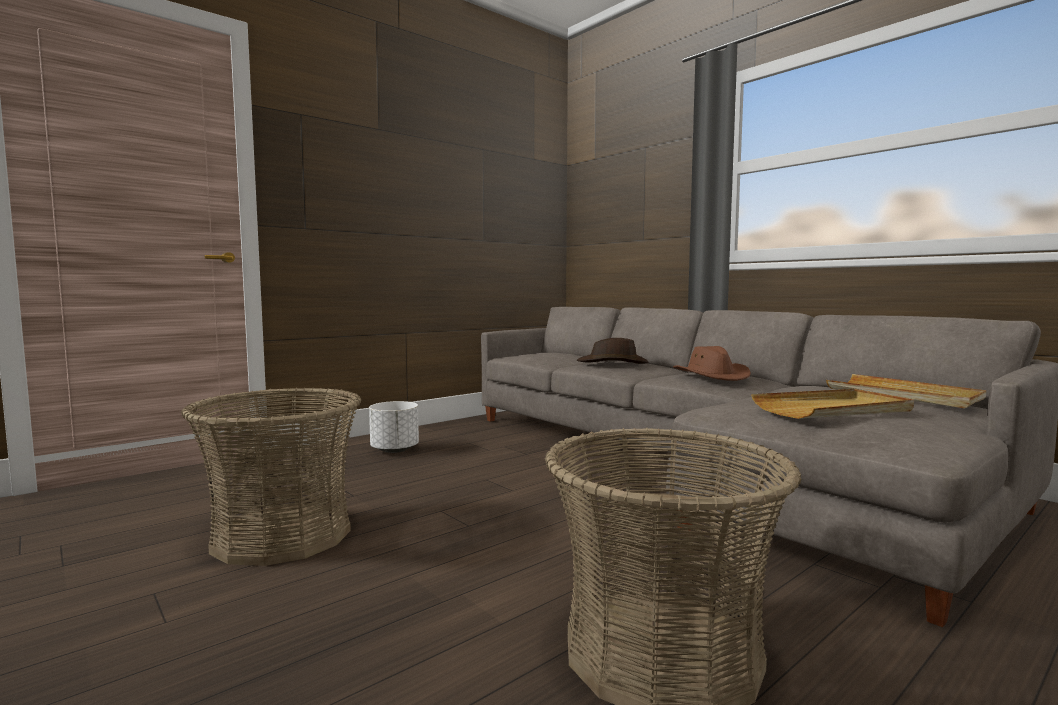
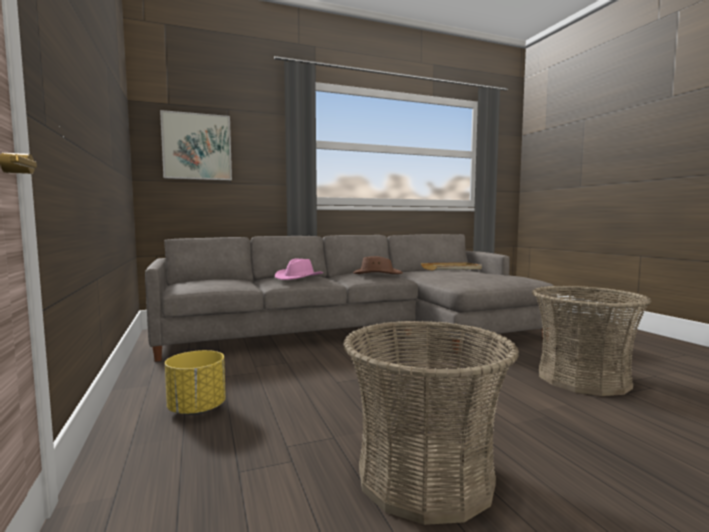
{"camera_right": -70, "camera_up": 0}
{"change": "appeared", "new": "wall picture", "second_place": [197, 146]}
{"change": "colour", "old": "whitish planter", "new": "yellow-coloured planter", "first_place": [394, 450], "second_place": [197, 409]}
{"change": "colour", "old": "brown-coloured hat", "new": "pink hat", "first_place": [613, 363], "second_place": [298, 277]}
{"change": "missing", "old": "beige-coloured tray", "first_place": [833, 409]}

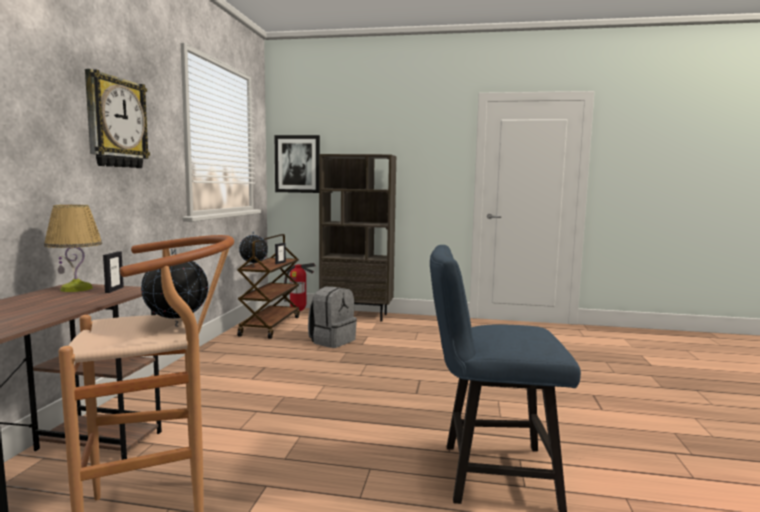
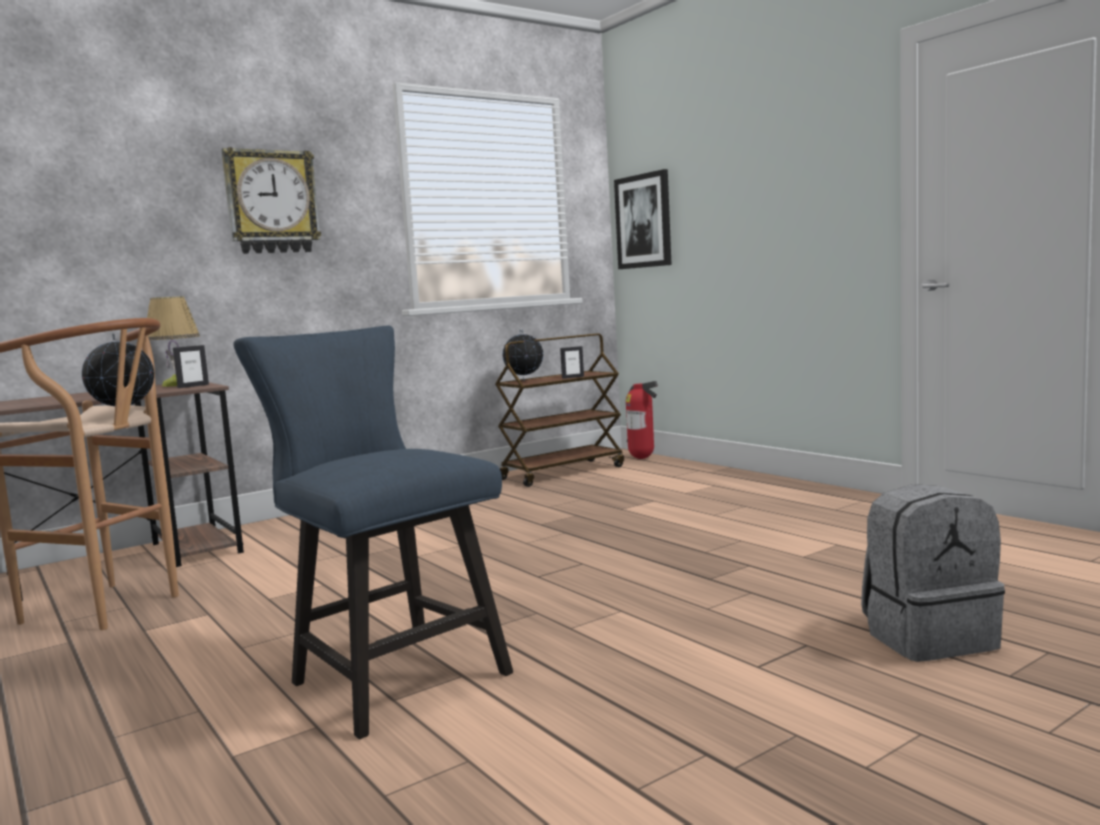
{"camera_right": 45, "camera_up": 0}
{"change": "relocated", "old": "greyish backpack", "first_place": [332, 341], "second_place": [928, 637]}
{"change": "missing", "old": "brown-coloured bookcase", "first_place": [357, 316]}

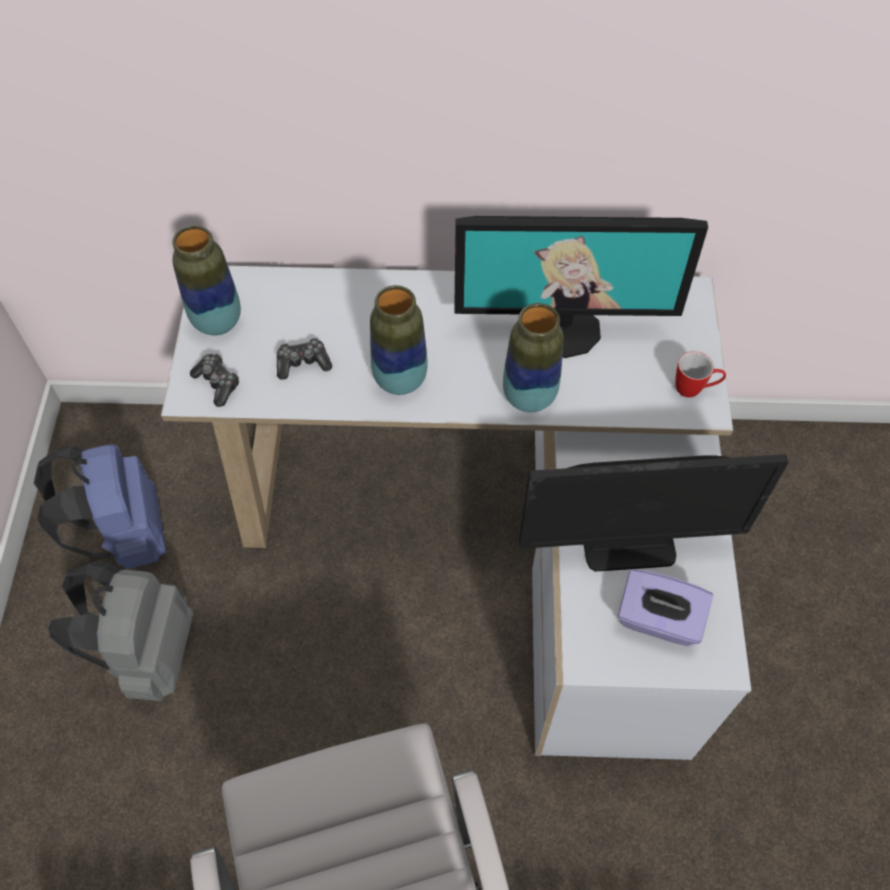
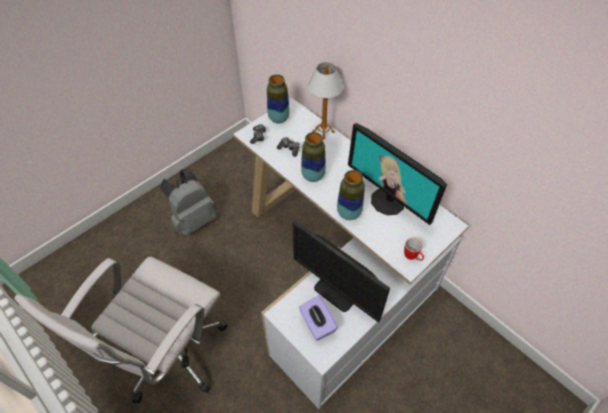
{"camera_right": 45, "camera_up": -5}
{"change": "appeared", "new": "table lamp", "second_place": [323, 132]}
{"change": "missing", "old": "blue backpack", "first_place": [126, 535]}

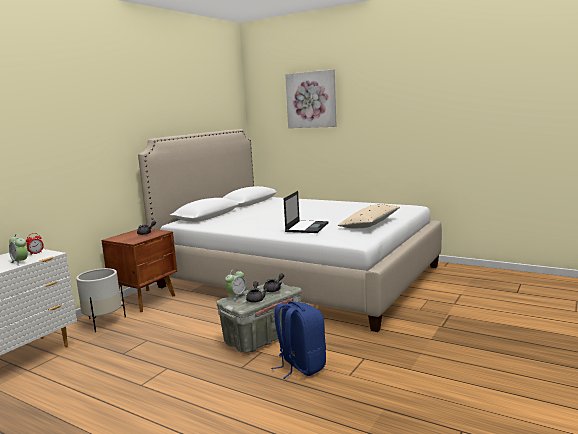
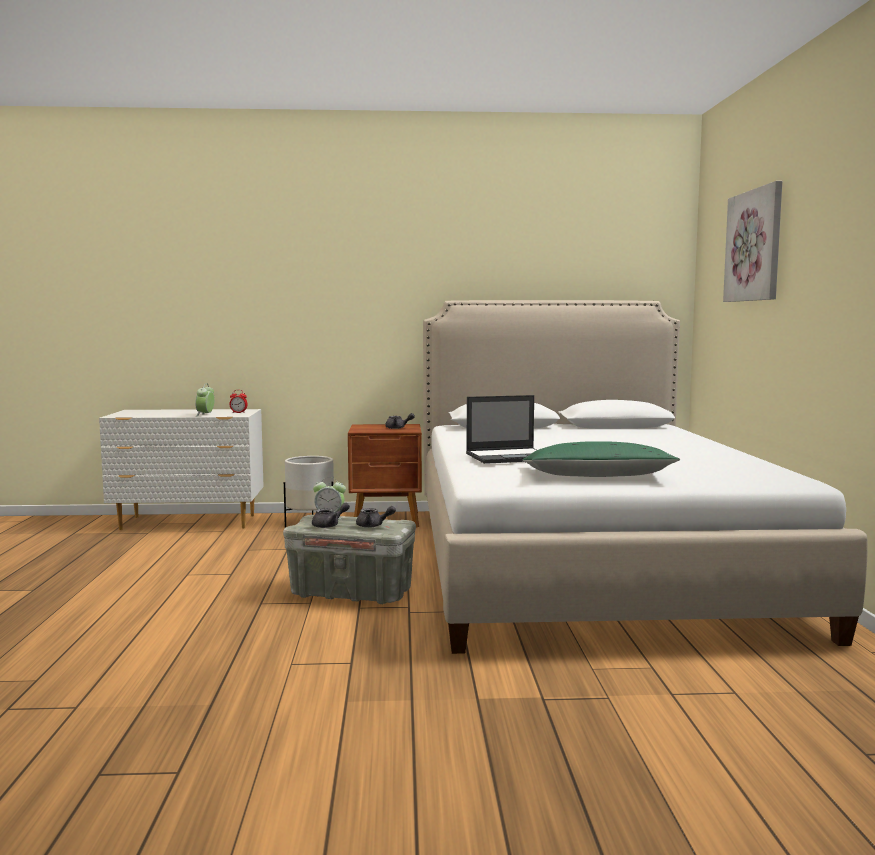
{"camera_right": 55, "camera_up": -5}
{"change": "colour", "old": "beige-coloured pillow", "new": "green pillow", "first_place": [370, 224], "second_place": [597, 477]}
{"change": "missing", "old": "blue backpack", "first_place": [300, 366]}

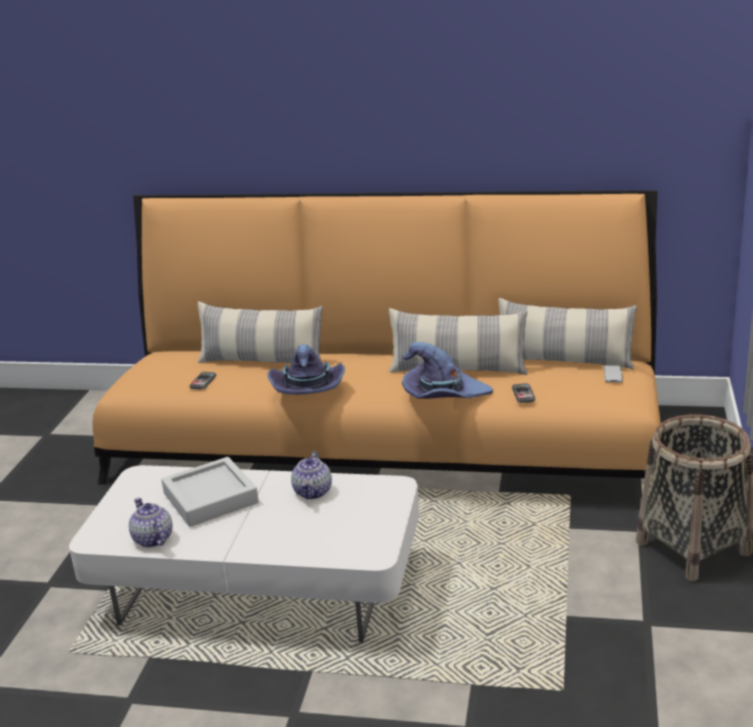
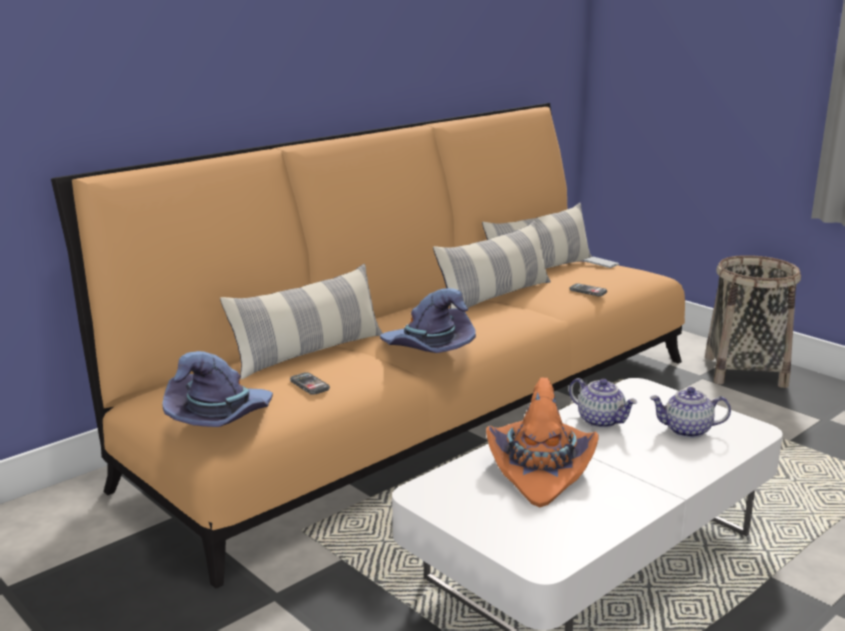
{"camera_right": -55, "camera_up": -5}
{"change": "relocated", "old": "purplish hat", "first_place": [443, 395], "second_place": [220, 418]}
{"change": "exchanged", "old": "greyish tray", "new": "orange-coloured hat", "first_place": [210, 498], "second_place": [540, 469]}
{"change": "relocated", "old": "teapot", "first_place": [152, 539], "second_place": [687, 430]}

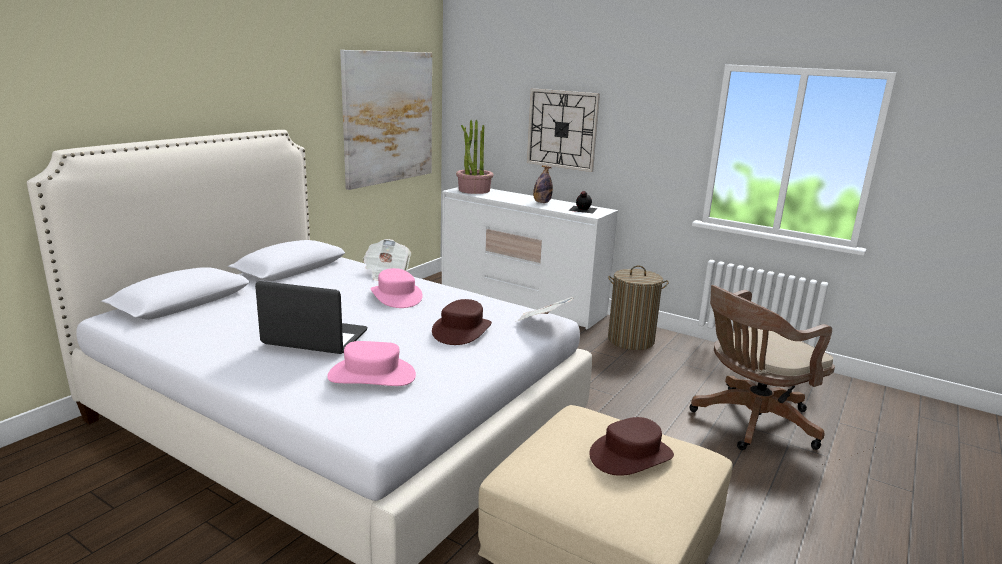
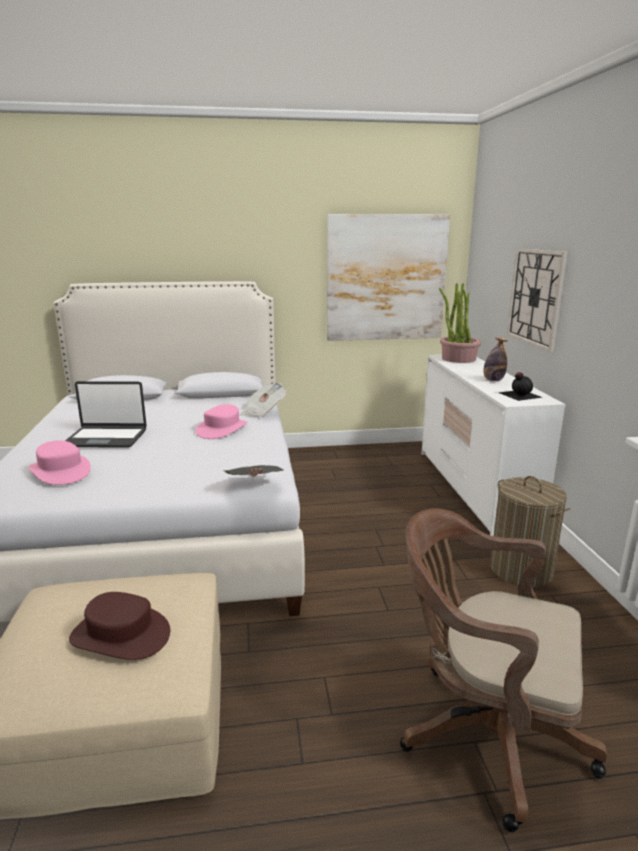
{"camera_right": 50, "camera_up": 0}
{"change": "spun", "old": "laptop", "first_place": [315, 338], "second_place": [106, 438], "degrees": 120}
{"change": "missing", "old": "brown-coloured hat", "first_place": [461, 330]}

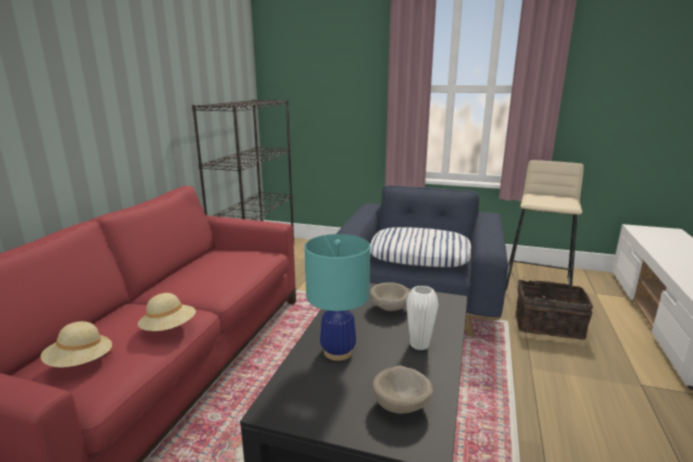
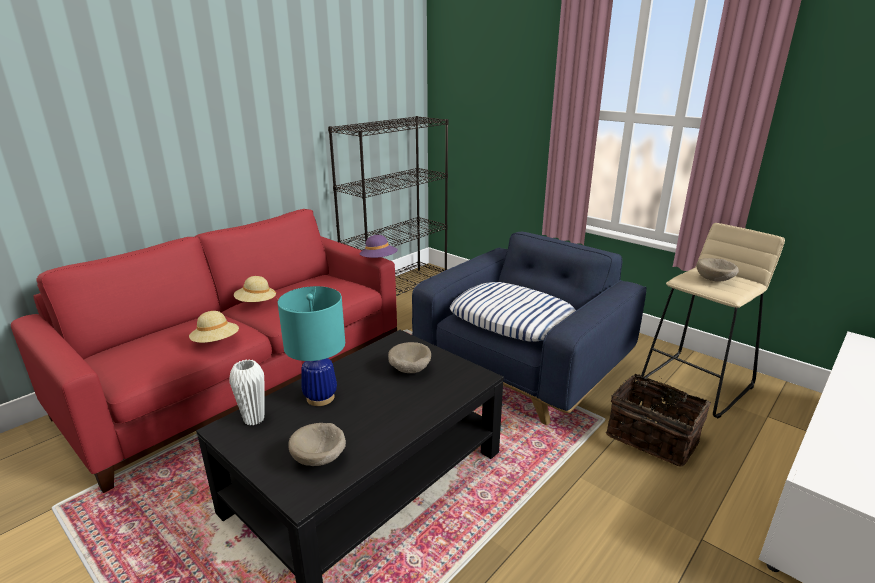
{"camera_right": 25, "camera_up": 5}
{"change": "relocated", "old": "whitish flower vase", "first_place": [419, 345], "second_place": [254, 419]}
{"change": "relocated", "old": "beige-coloured hat", "first_place": [80, 363], "second_place": [256, 303]}
{"change": "appeared", "new": "purplish hat", "second_place": [379, 260]}
{"change": "appeared", "new": "beige-coloured bowl", "second_place": [715, 280]}

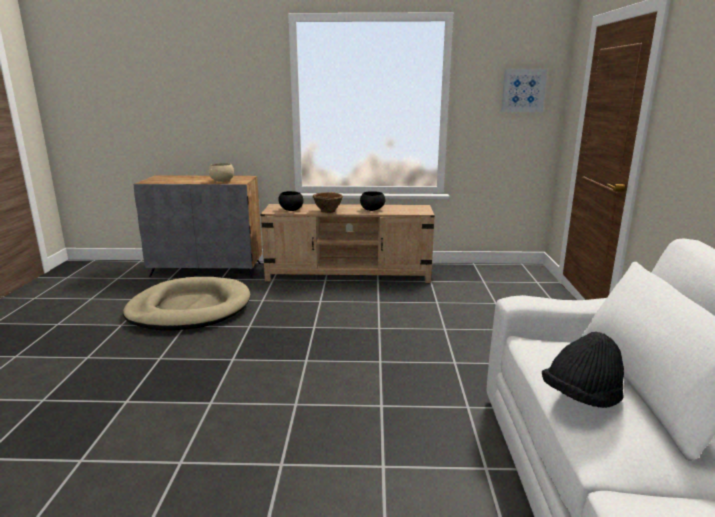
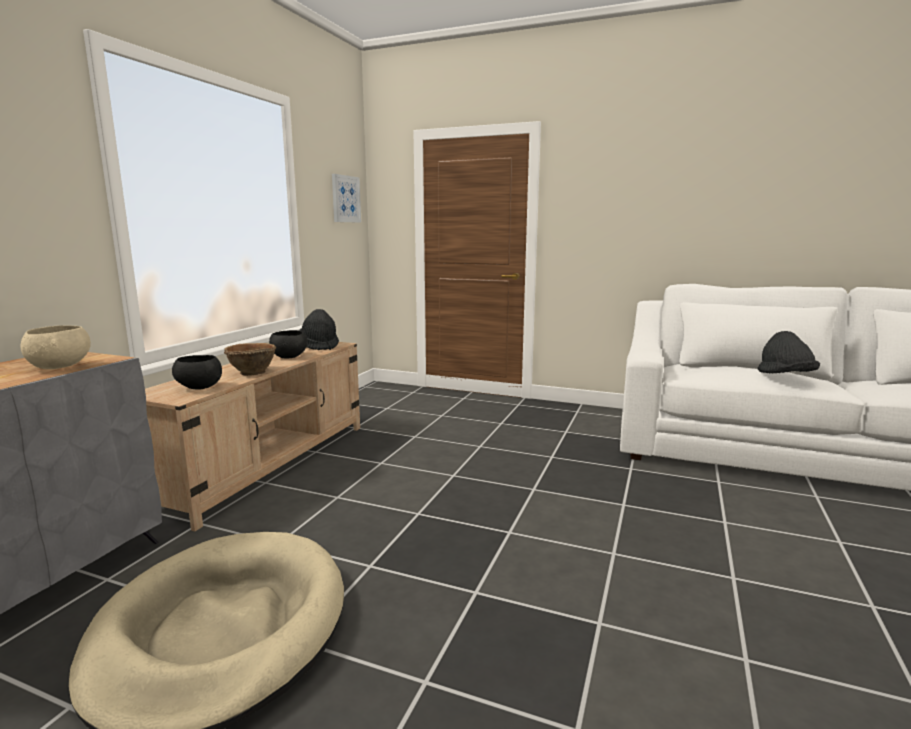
{"camera_right": -70, "camera_up": -5}
{"change": "appeared", "new": "black-coloured hat", "second_place": [319, 346]}

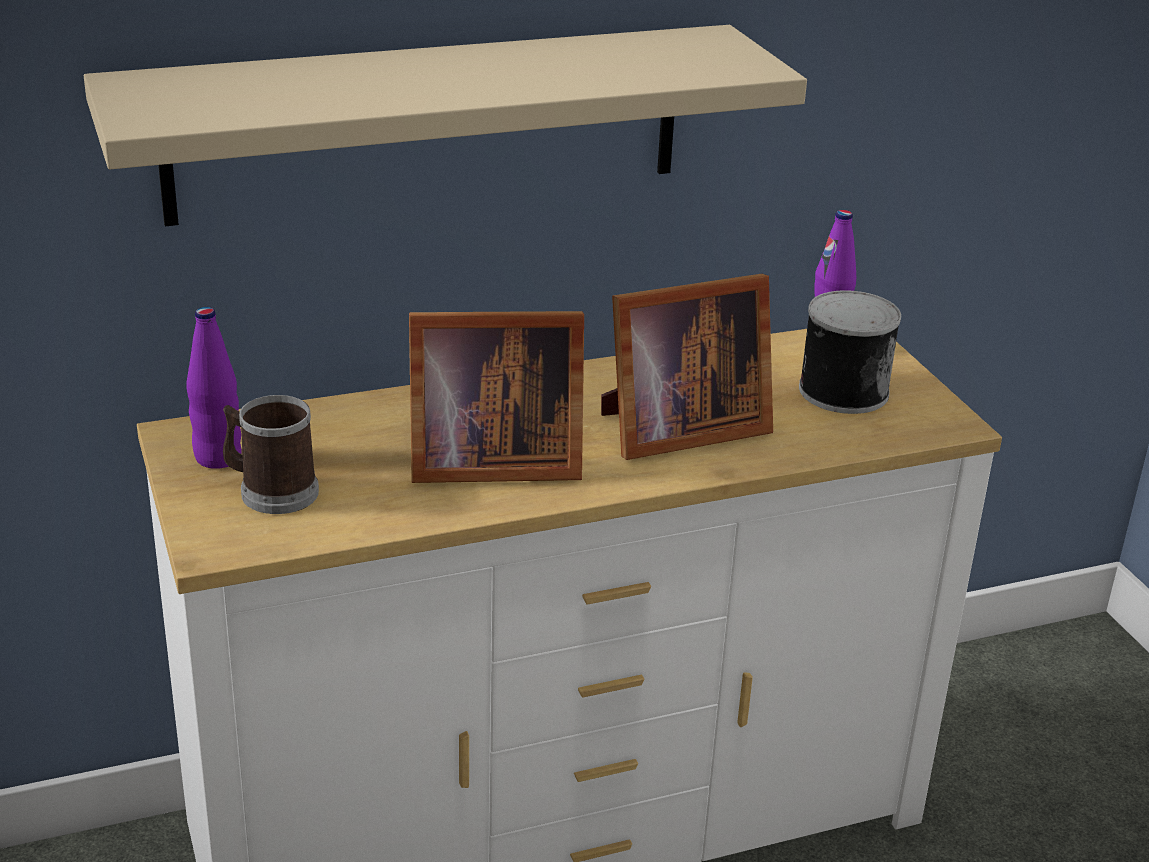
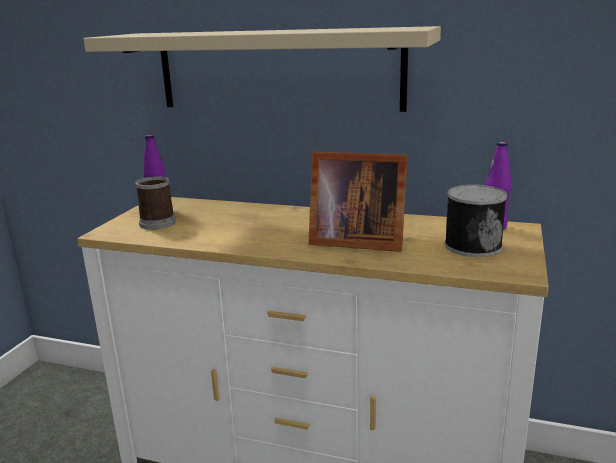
{"camera_right": 40, "camera_up": -10}
{"change": "missing", "old": "picture frame", "first_place": [487, 461]}

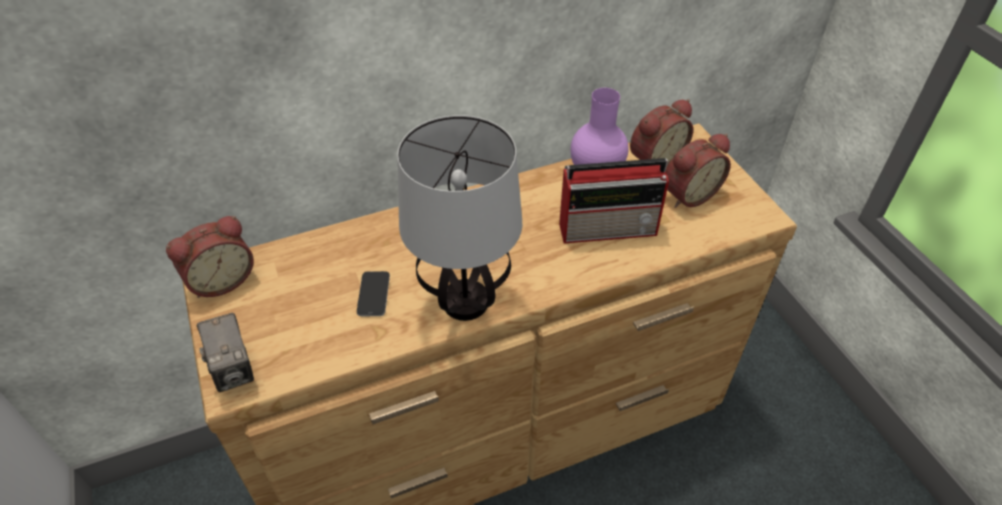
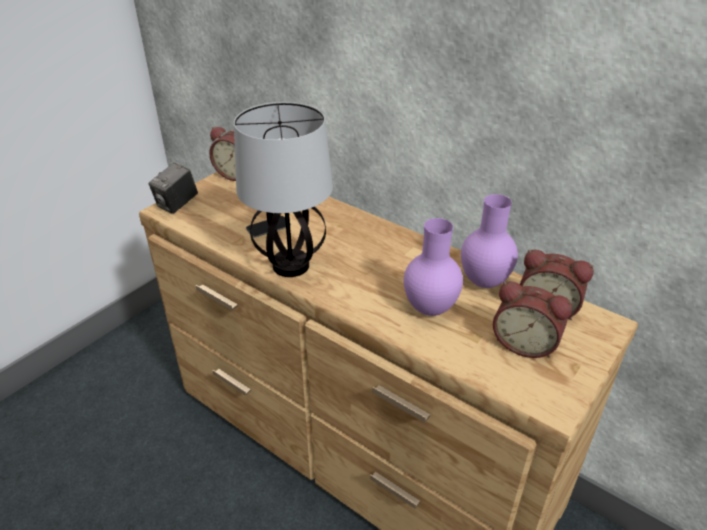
{"camera_right": 60, "camera_up": -10}
{"change": "exchanged", "old": "radio set", "new": "purplish flower vase", "first_place": [609, 228], "second_place": [431, 309]}

